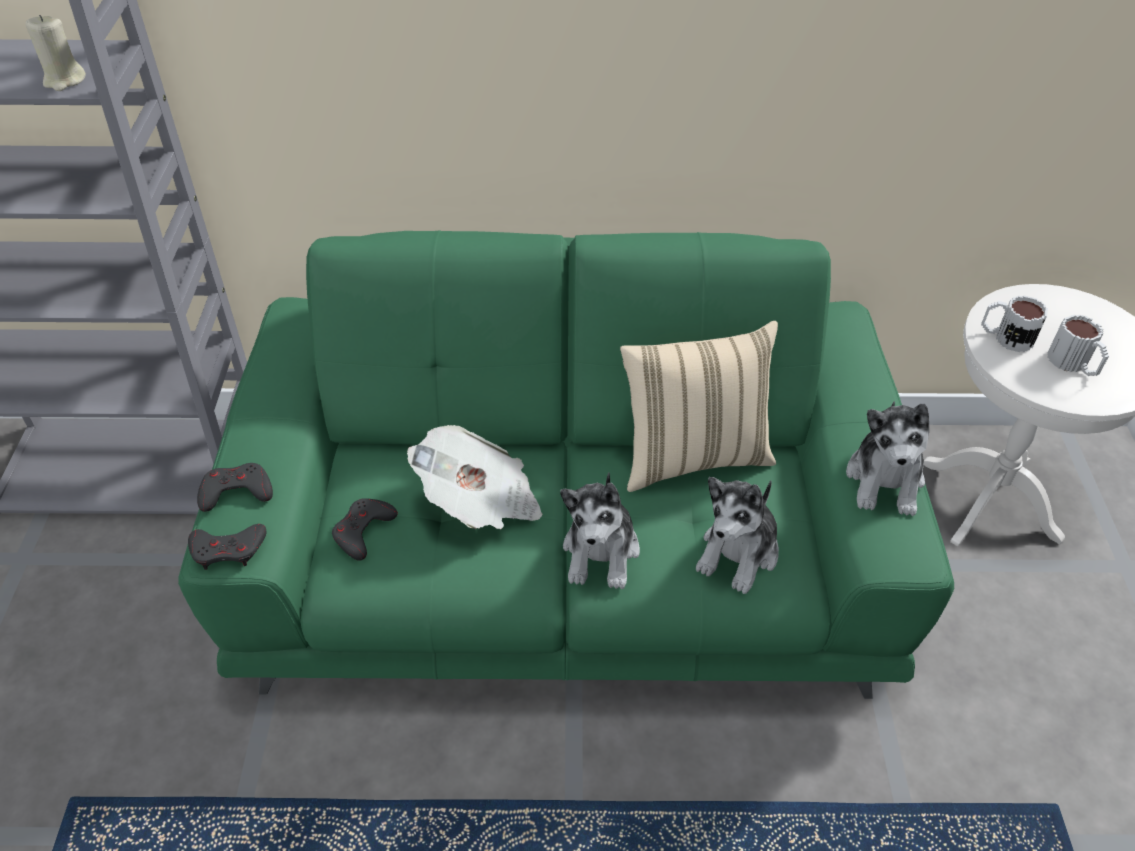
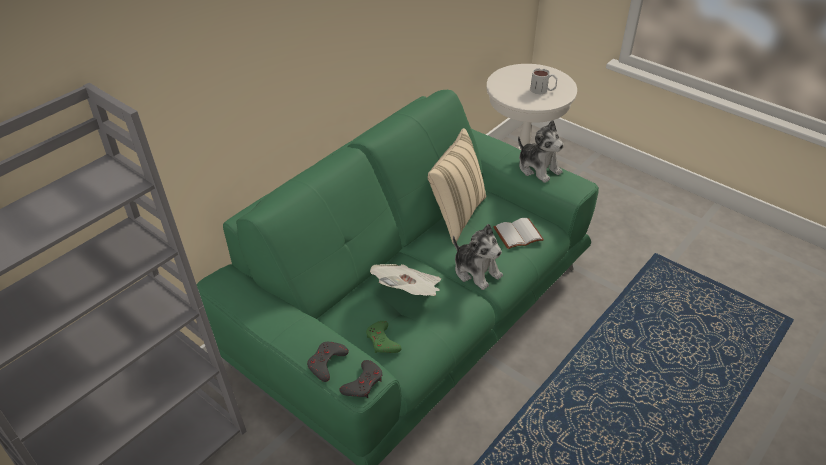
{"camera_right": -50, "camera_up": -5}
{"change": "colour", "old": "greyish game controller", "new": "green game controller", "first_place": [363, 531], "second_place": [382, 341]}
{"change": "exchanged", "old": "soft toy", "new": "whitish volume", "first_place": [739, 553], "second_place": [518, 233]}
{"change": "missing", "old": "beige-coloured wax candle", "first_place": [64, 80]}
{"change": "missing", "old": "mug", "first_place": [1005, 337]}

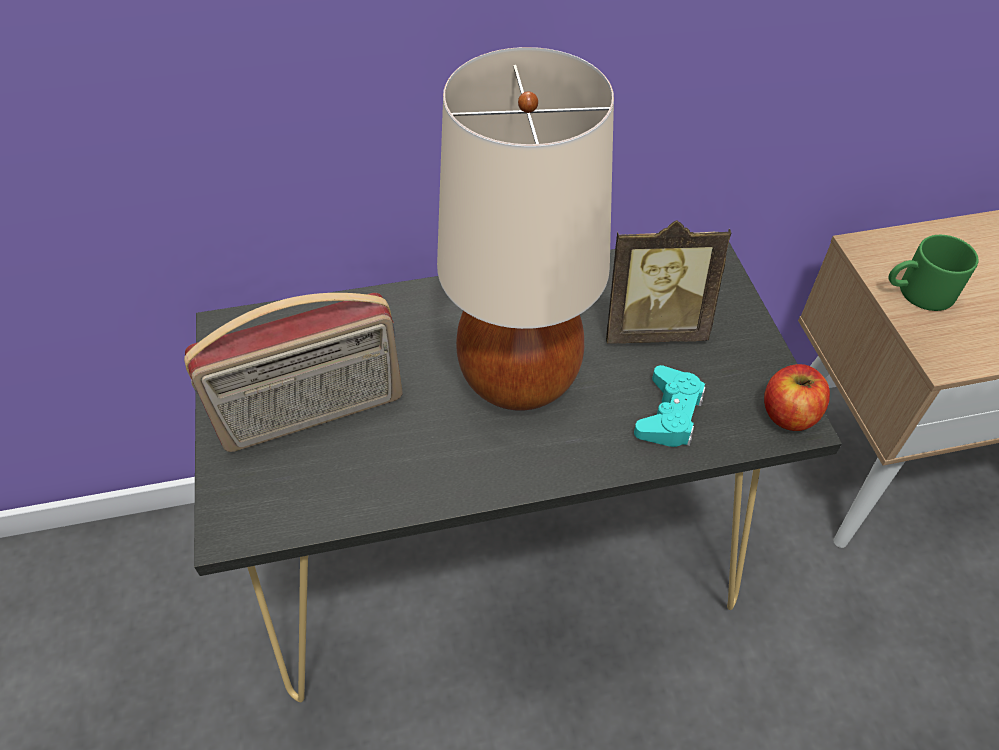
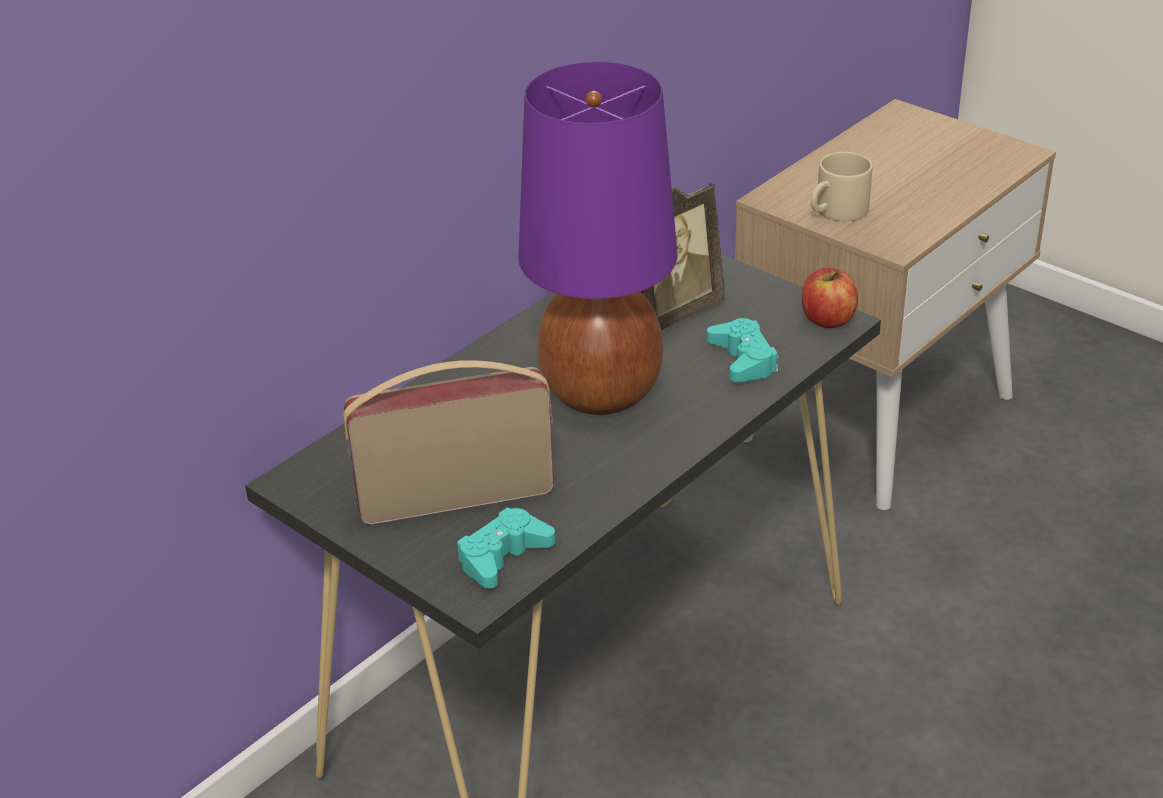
{"camera_right": -35, "camera_up": -15}
{"change": "spun", "old": "radio set", "first_place": [313, 415], "second_place": [455, 496], "degrees": -135}
{"change": "appeared", "new": "turquoise game controller", "second_place": [503, 556]}
{"change": "colour", "old": "beige-coloured table lamp", "new": "purplish table lamp", "first_place": [518, 379], "second_place": [602, 393]}
{"change": "colour", "old": "green mug", "new": "beige-coloured mug", "first_place": [917, 293], "second_place": [836, 212]}

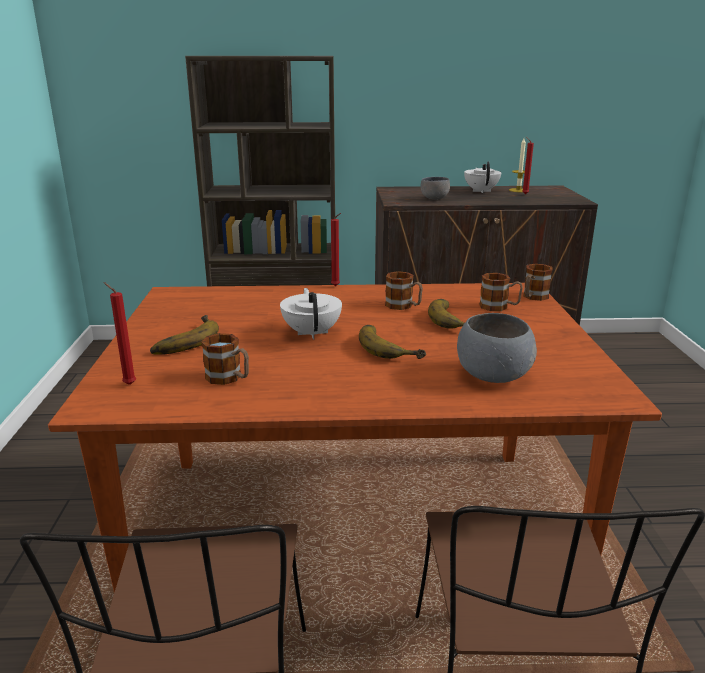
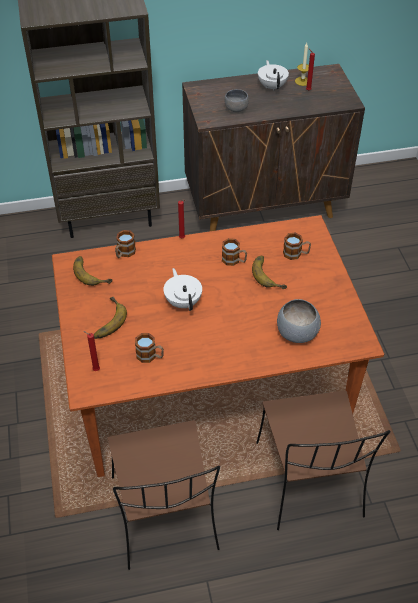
{"camera_right": -10, "camera_up": 25}
{"change": "relocated", "old": "banana", "first_place": [390, 347], "second_place": [92, 272]}
{"change": "relocated", "old": "mug", "first_place": [533, 297], "second_place": [124, 253]}

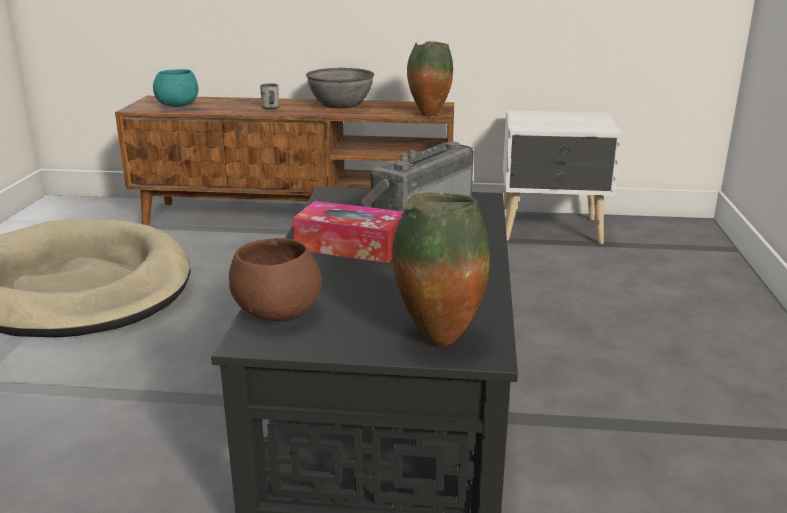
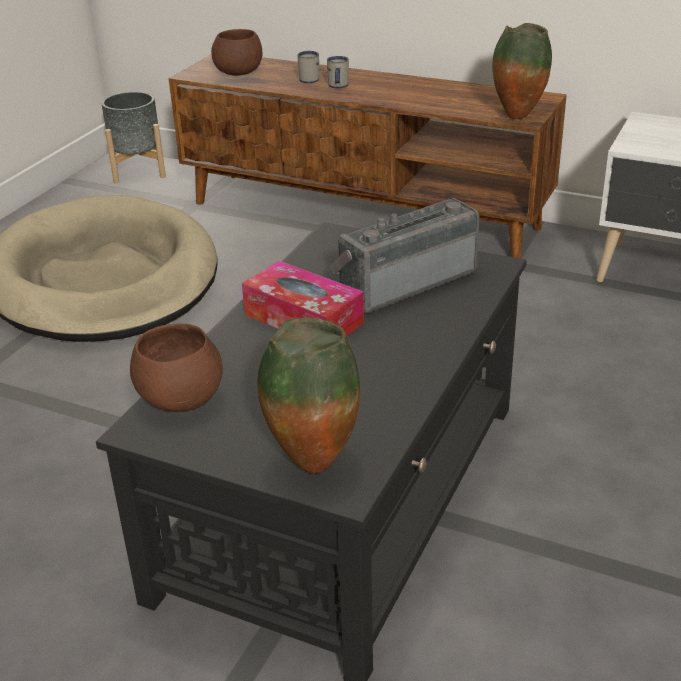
{"camera_right": 20, "camera_up": 10}
{"change": "appeared", "new": "greyish planter", "second_place": [138, 170]}
{"change": "colour", "old": "turquoise bowl", "new": "brown-coloured bowl", "first_place": [178, 105], "second_place": [239, 73]}
{"change": "appeared", "new": "whitish mug", "second_place": [307, 79]}
{"change": "missing", "old": "greyish bowl", "first_place": [341, 104]}

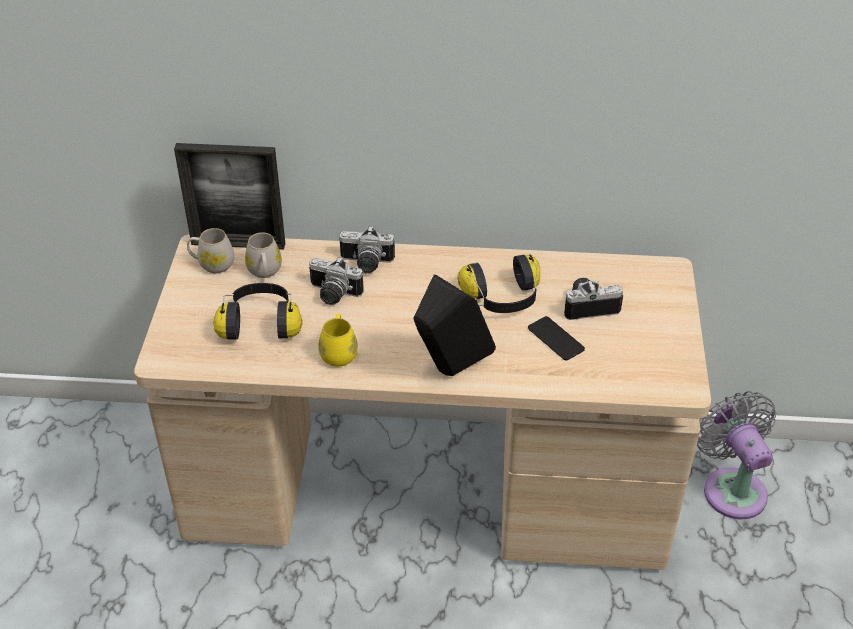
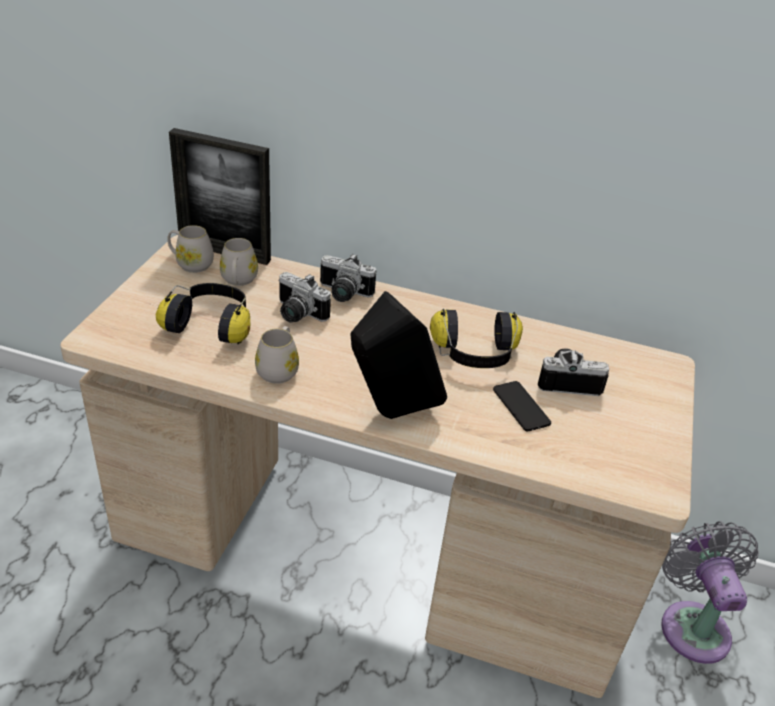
{"camera_right": 10, "camera_up": -5}
{"change": "colour", "old": "yellow-coloured mug", "new": "whitish mug", "first_place": [339, 352], "second_place": [279, 369]}

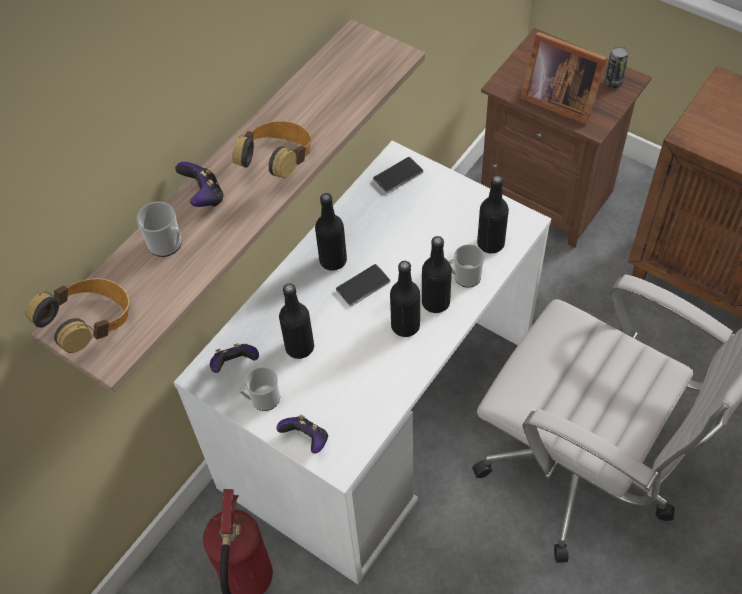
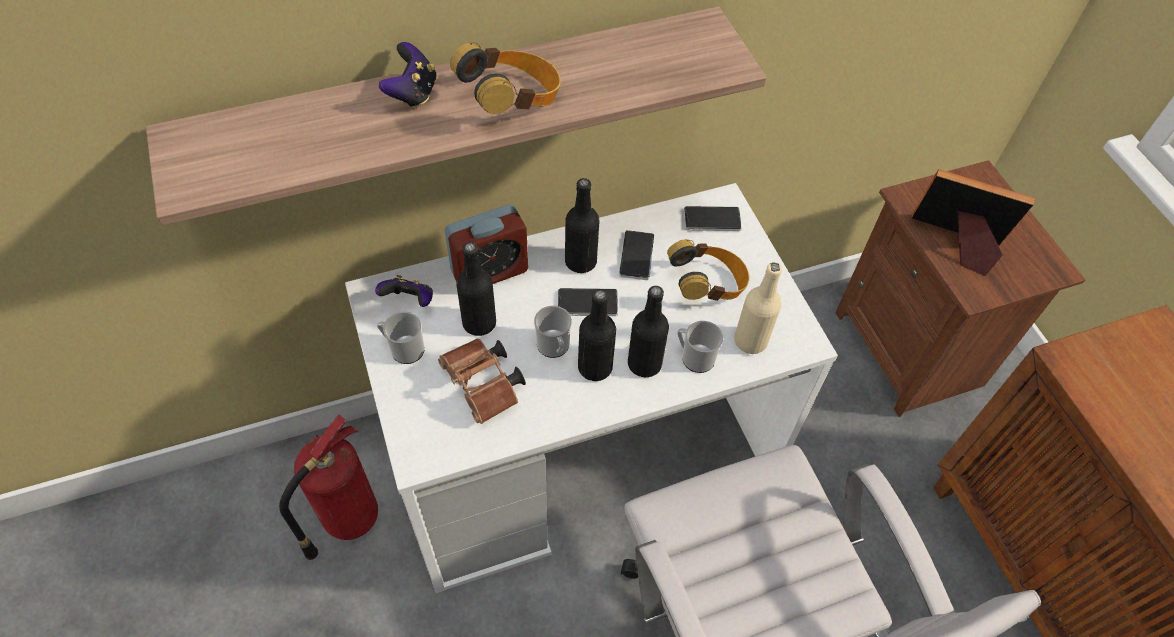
{"camera_right": 30, "camera_up": 0}
{"change": "appeared", "new": "brown-coloured field glasses", "second_place": [484, 387]}
{"change": "appeared", "new": "bedside clock", "second_place": [489, 271]}
{"change": "relocated", "old": "mug", "first_place": [168, 245], "second_place": [554, 347]}
{"change": "appeared", "new": "telephone", "second_place": [636, 256]}
{"change": "relocated", "old": "pair of headphones", "first_place": [92, 326], "second_place": [707, 286]}
{"change": "colour", "old": "black-coloured drink bottle", "new": "beige-coloured drink bottle", "first_place": [490, 243], "second_place": [750, 341]}
{"change": "spun", "old": "picture frame", "first_place": [558, 99], "second_place": [956, 244], "degrees": 135}
{"change": "missing", "old": "game controller", "first_place": [306, 440]}
{"change": "missing", "old": "sealed can", "first_place": [613, 83]}

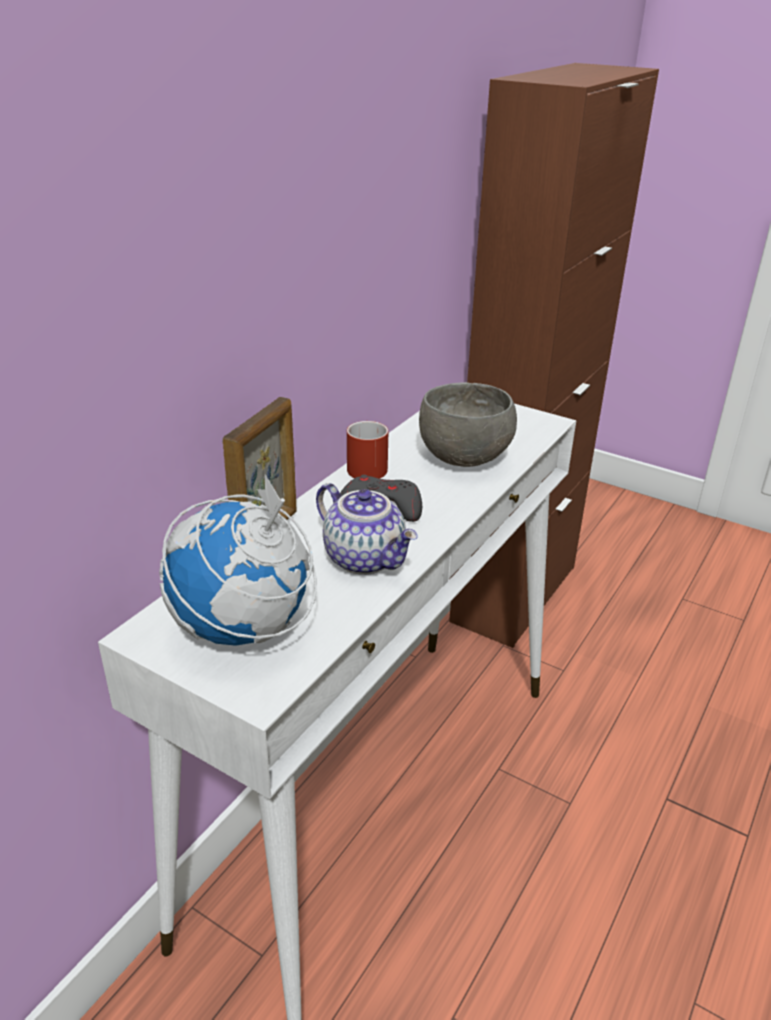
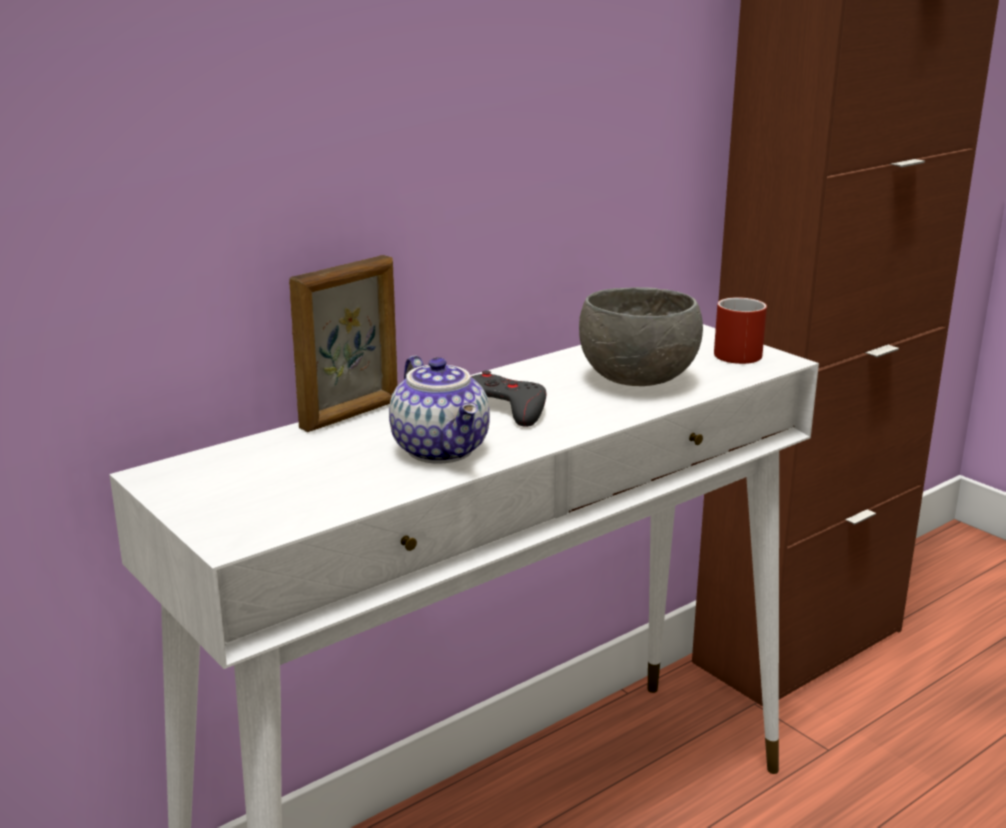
{"camera_right": 20, "camera_up": -10}
{"change": "relocated", "old": "red-coloured mug", "first_place": [367, 466], "second_place": [739, 352]}
{"change": "missing", "old": "world globe", "first_place": [243, 630]}

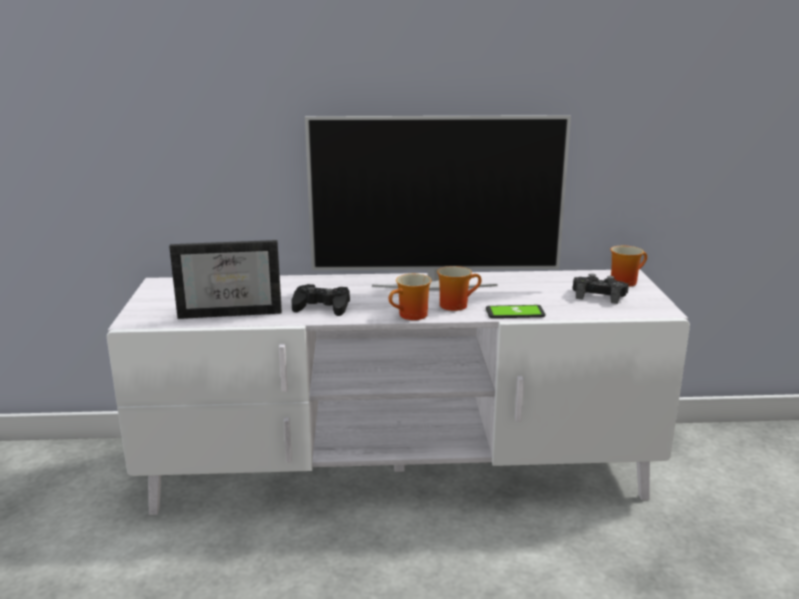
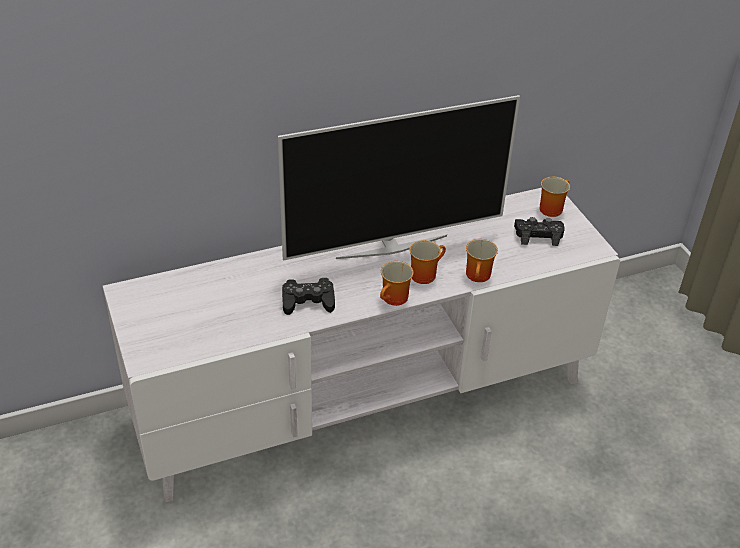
{"camera_right": -20, "camera_up": 20}
{"change": "exchanged", "old": "telephone", "new": "mug", "first_place": [515, 313], "second_place": [479, 276]}
{"change": "missing", "old": "picture frame", "first_place": [233, 311]}

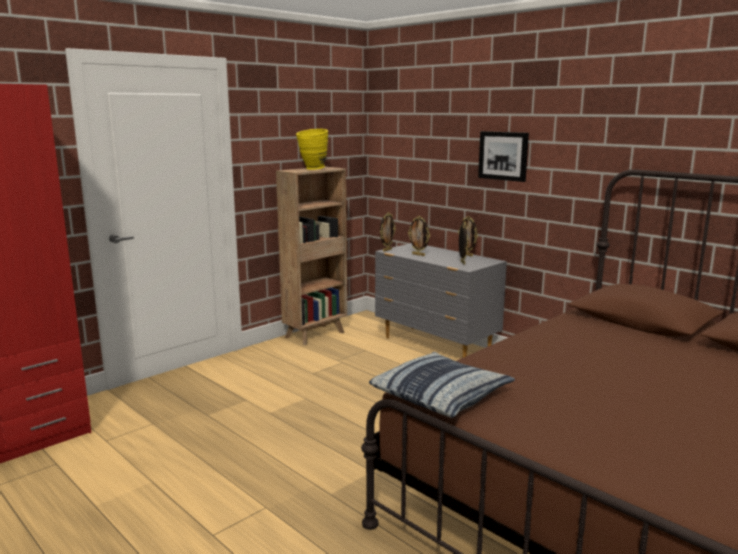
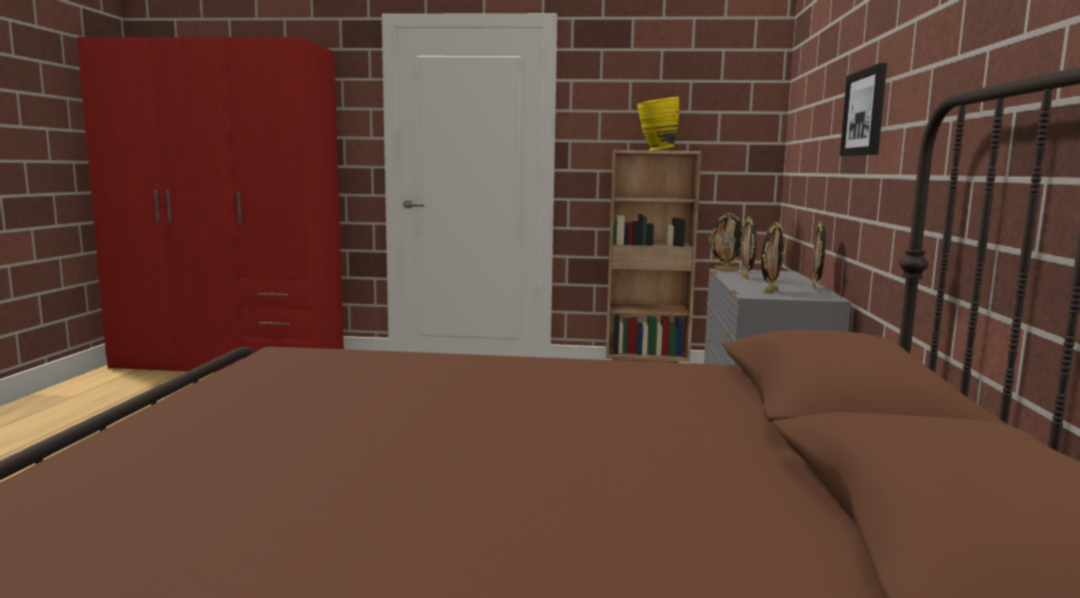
{"camera_right": 50, "camera_up": -5}
{"change": "missing", "old": "pillow", "first_place": [441, 395]}

